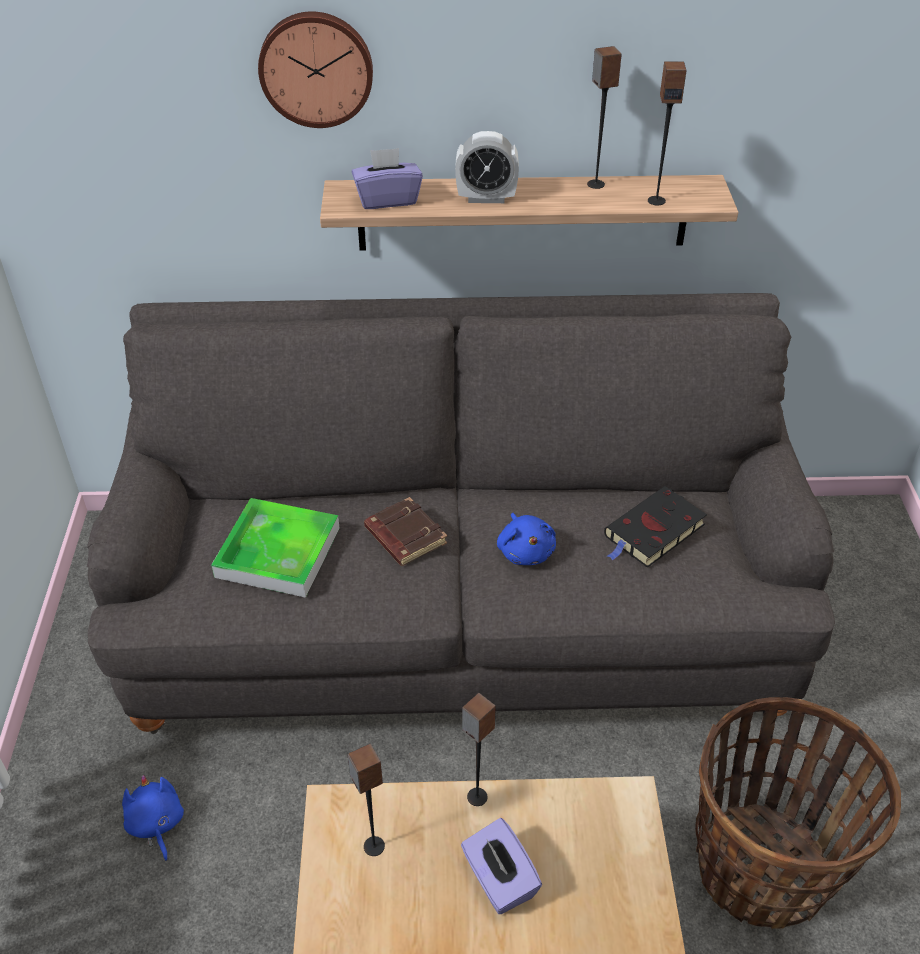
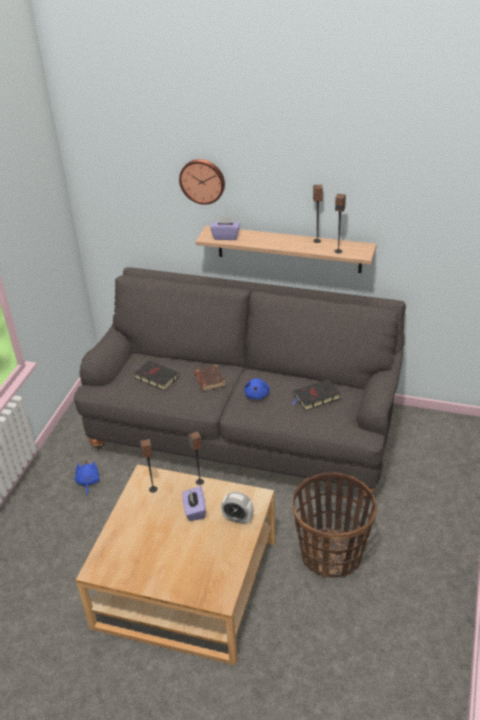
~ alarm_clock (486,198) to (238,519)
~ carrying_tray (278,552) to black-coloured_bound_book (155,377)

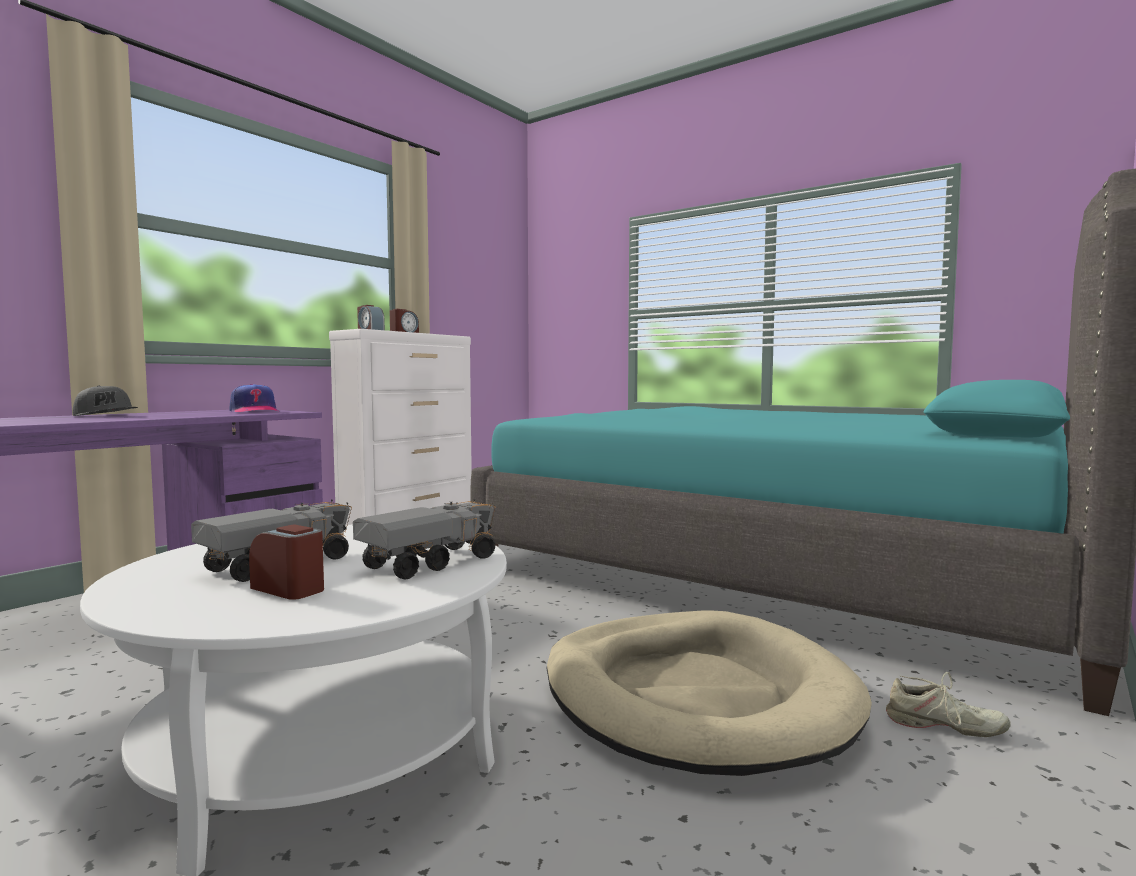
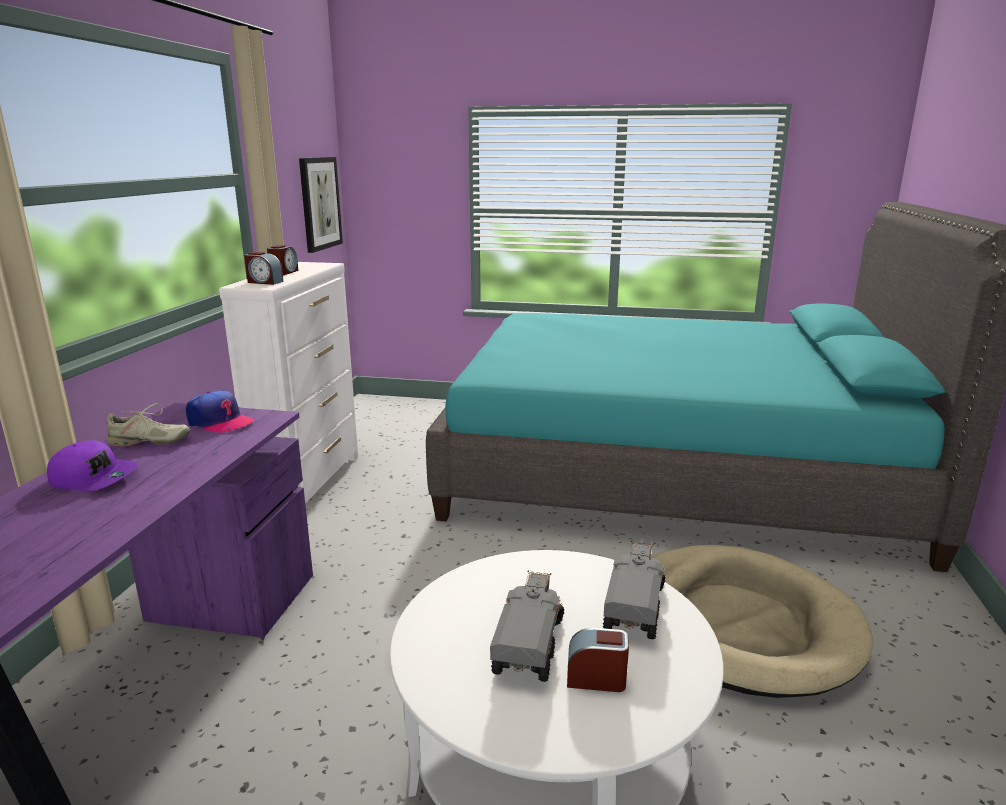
+ wall_art (319,203)
~ beige_item_of_footwear (944,726) to (149,442)
~ gray_cap (106,416) to purplish_cap (95,478)

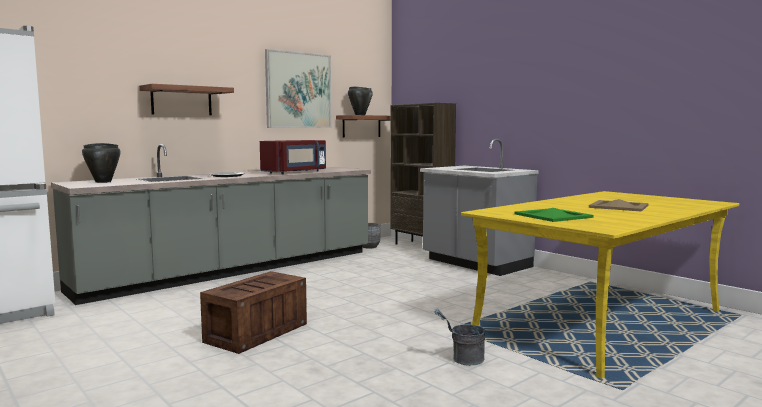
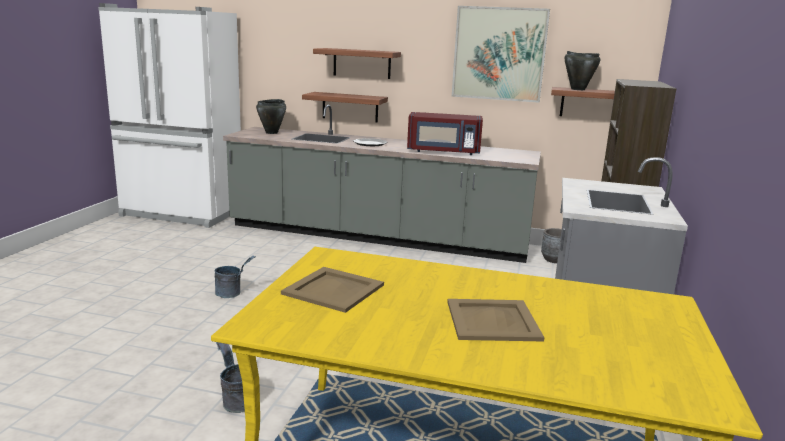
+ bracket_shelf (350,107)
~ packing_crate (257,332) to gray_water_bucket (232,293)
~ greenish_carrying_tray (553,215) to beige_carrying_tray (334,289)

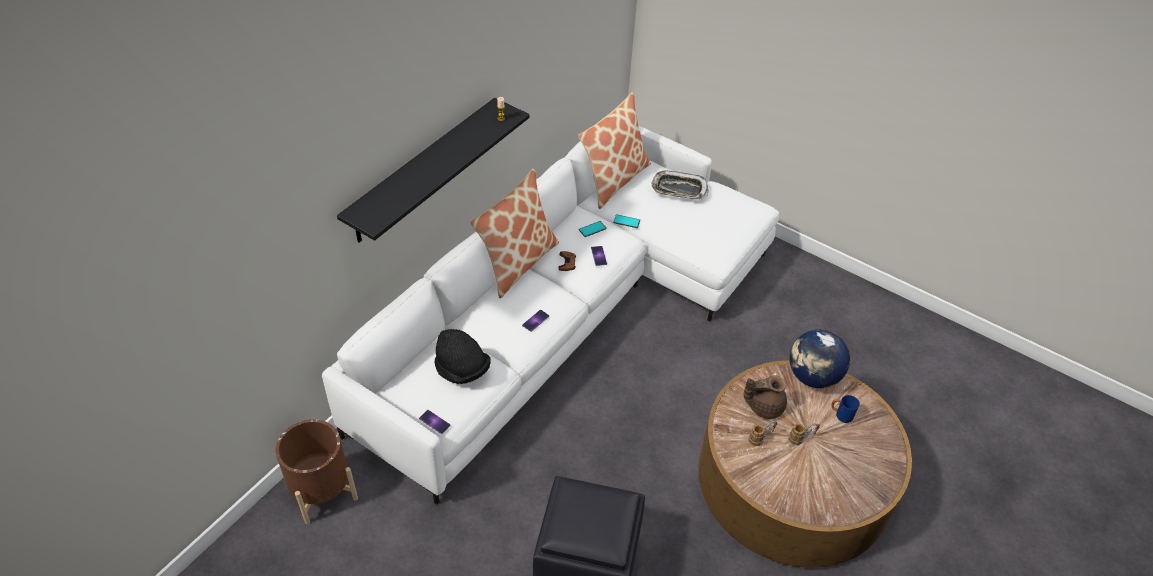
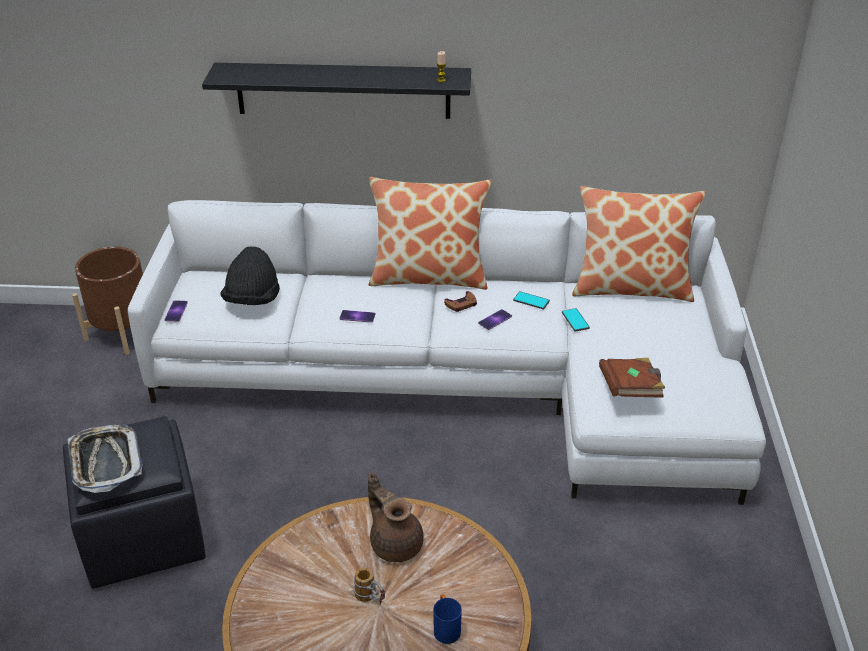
- coffee_mug (761,438)
- desk_globe (812,377)
+ brown_bound_book (630,390)
~ carrying_tray (679,189) to (105,462)

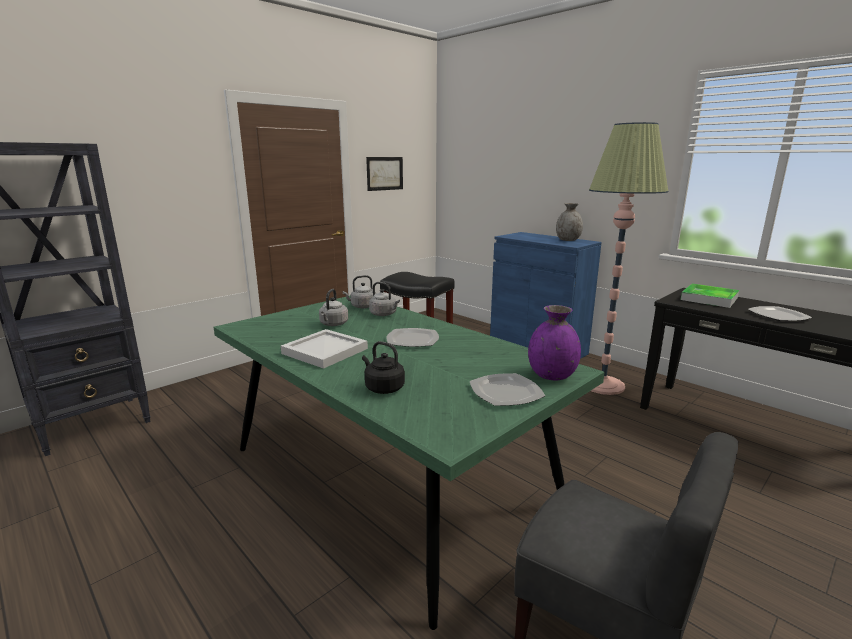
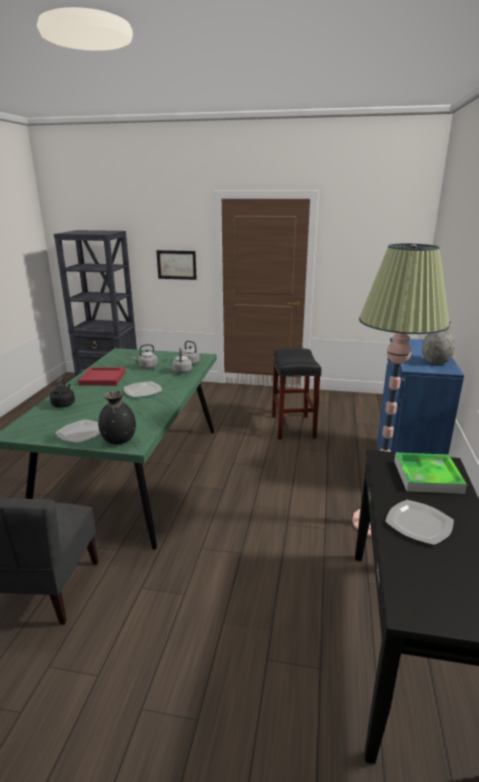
~ wall_art (384,173) to (176,265)
~ white-coloured_carrying_tray (325,351) to red_carrying_tray (102,378)
~ purplish_decorative_vase (552,375) to black-coloured_decorative_vase (119,440)

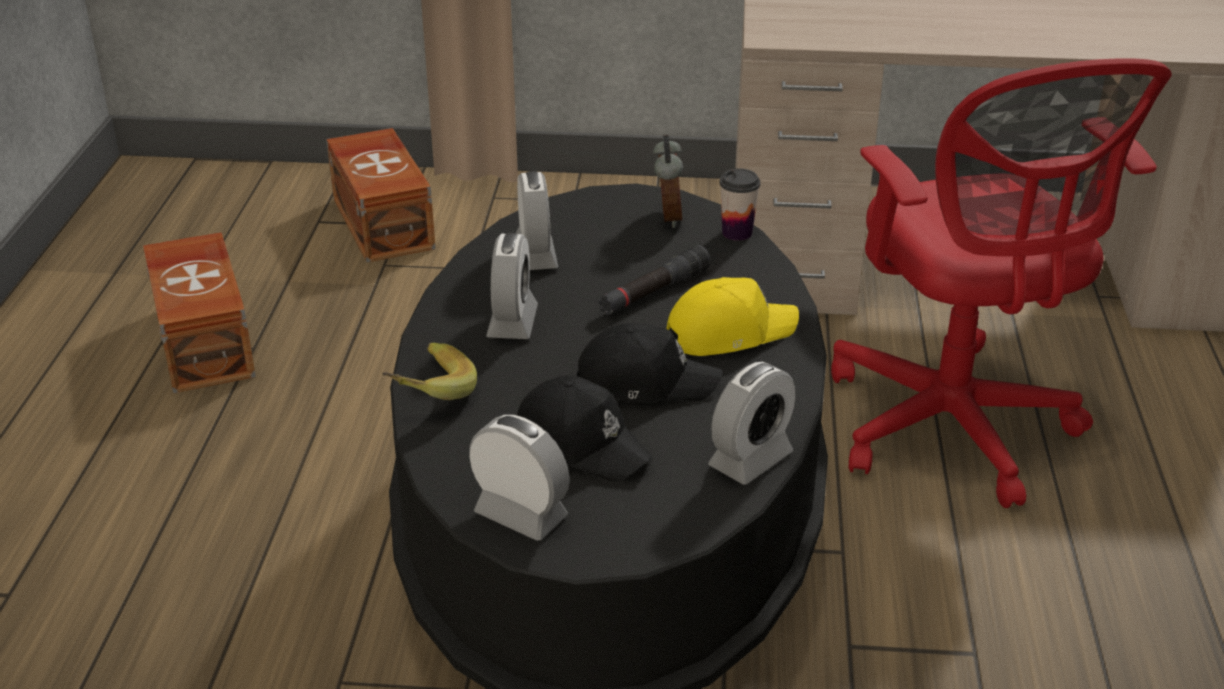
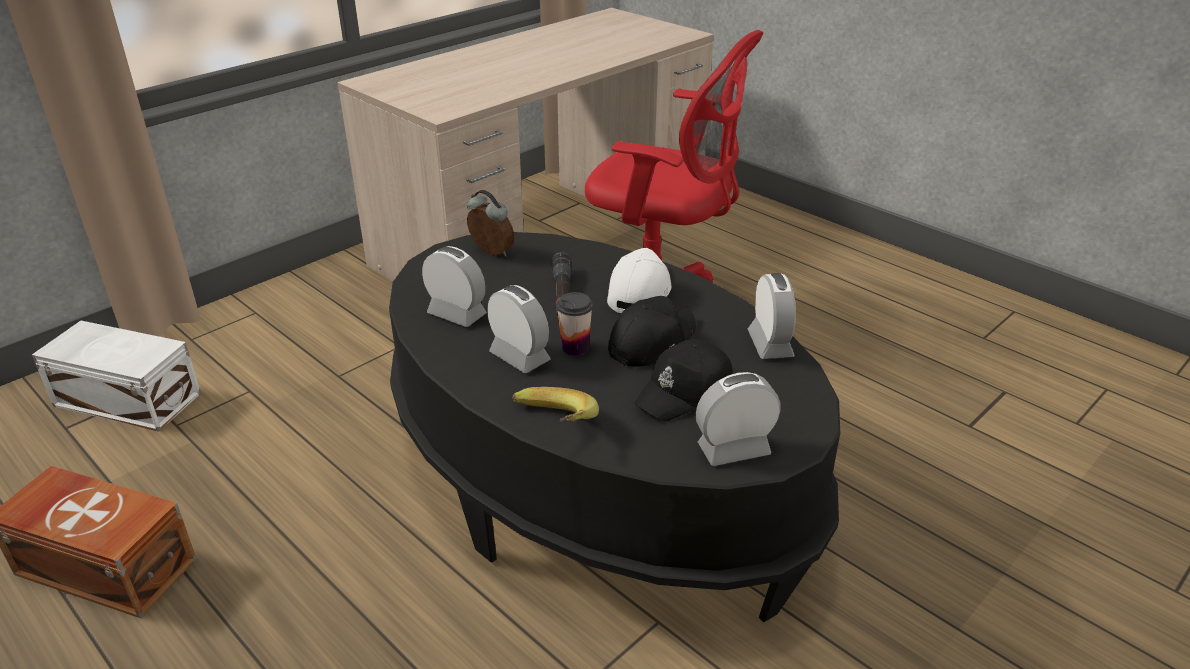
~ cup (737,233) to (575,348)
~ brown_storage_box (384,222) to white-coloured_storage_box (127,398)
~ yellow-coloured_cap (729,332) to white-coloured_cap (639,291)
~ black-coloured_cap (582,442) = (685,392) 150 degrees clockwise

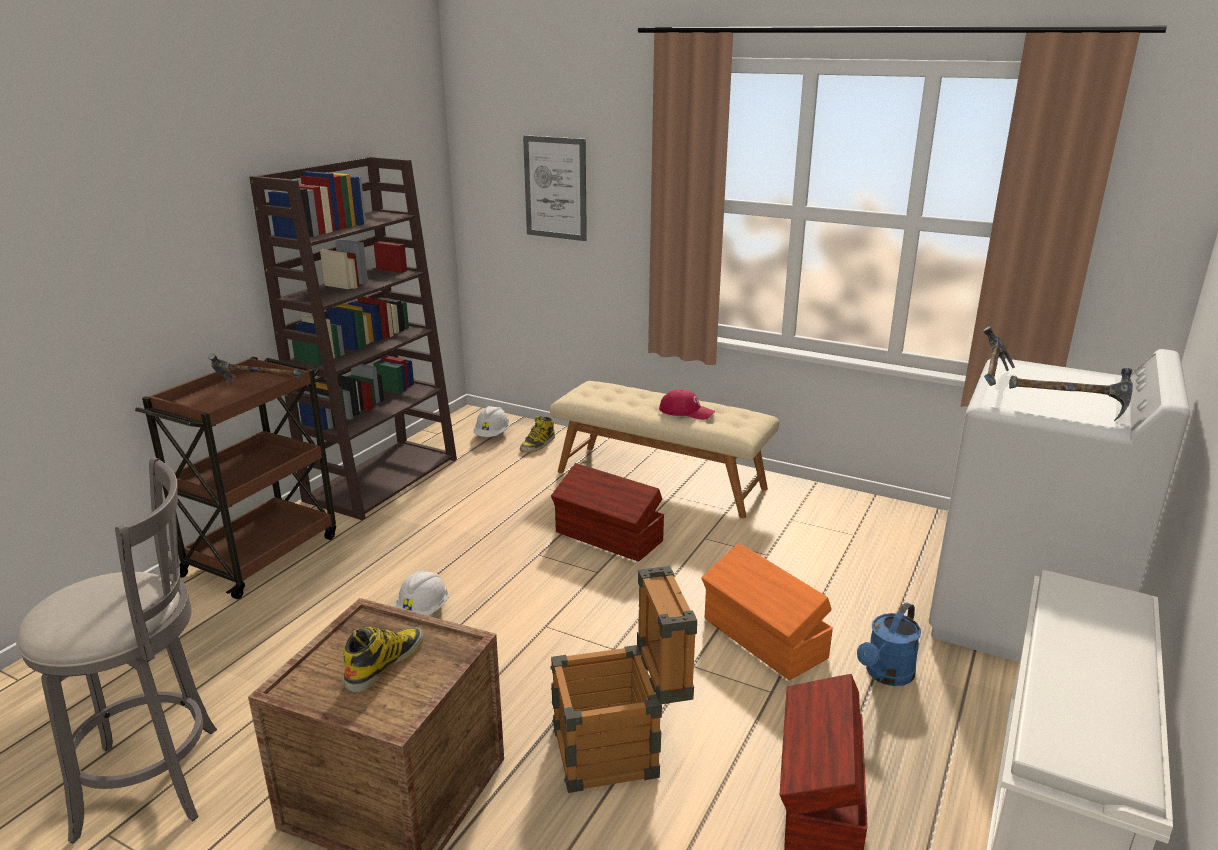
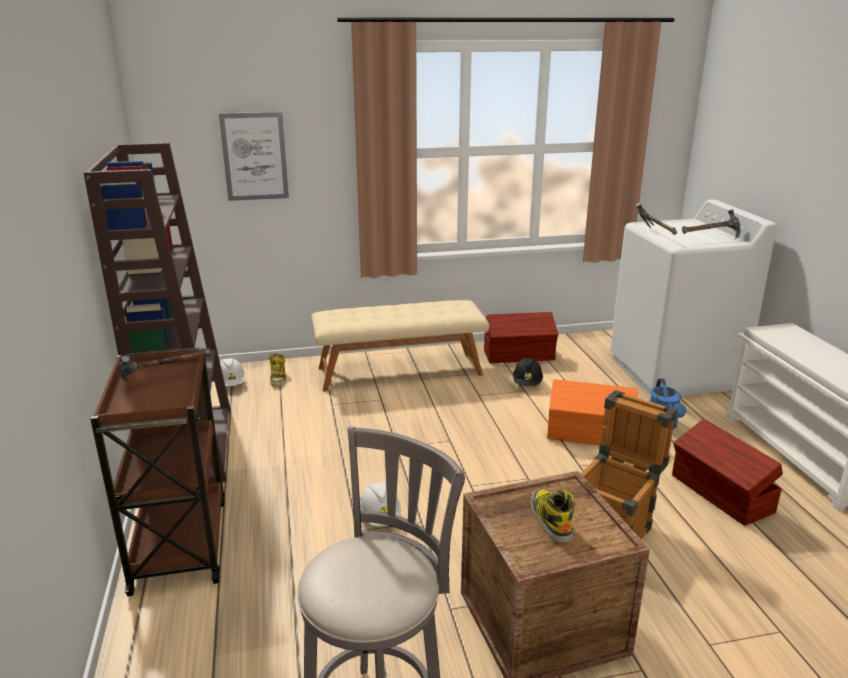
- red_cap (686,411)
+ black-coloured_work_helmet (527,383)
~ brown_storage_box (608,537) to (519,355)

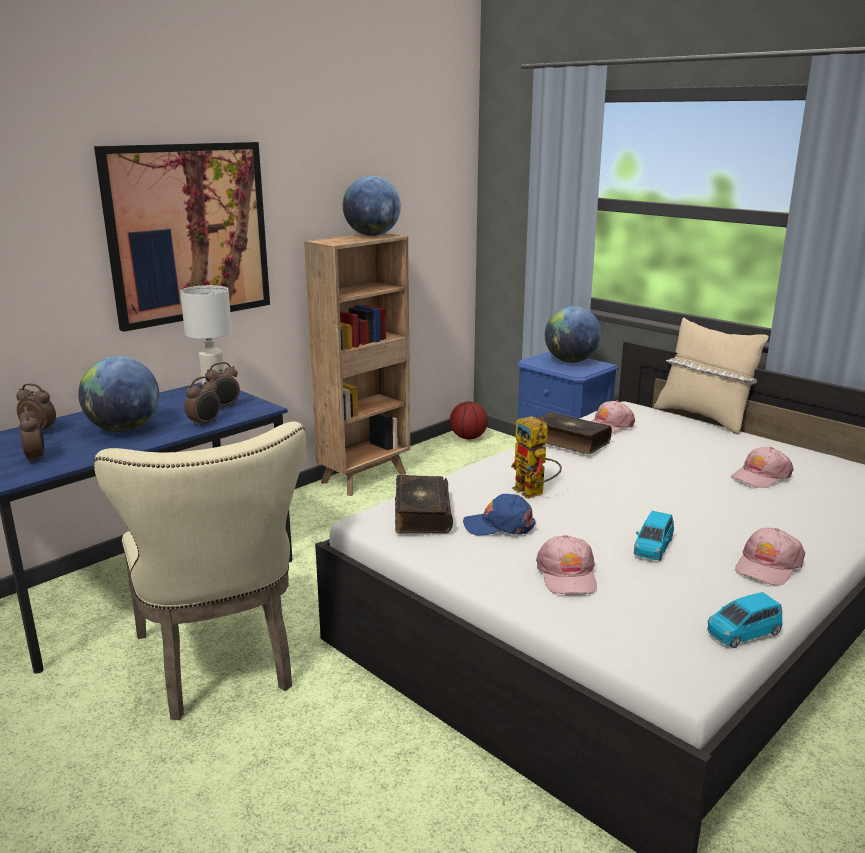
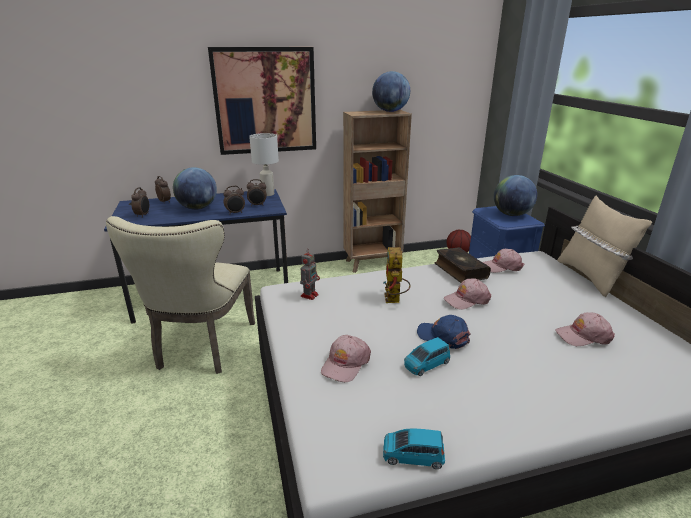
~ bluish_cap (499,525) to (443,336)
~ pink-coloured_cap (767,566) to (467,299)
~ bound_book (421,515) to toy_robot (310,295)

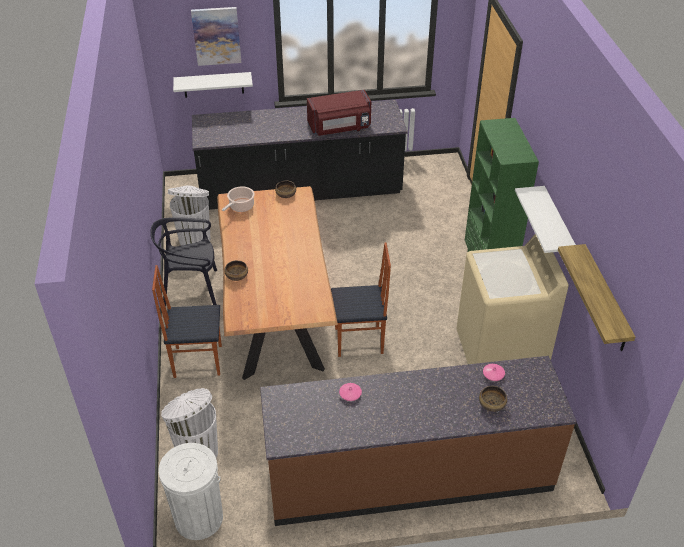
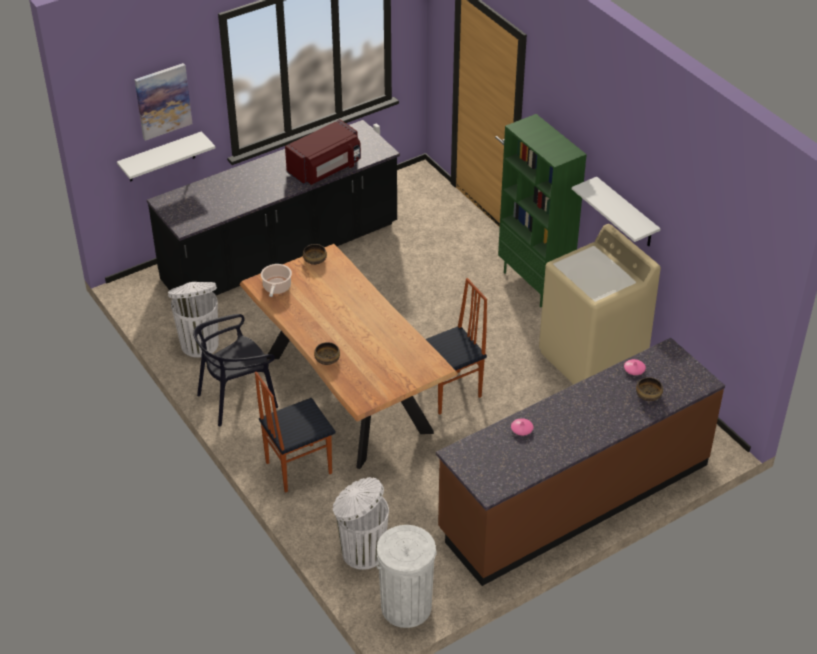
- bracket_shelf (605,299)

